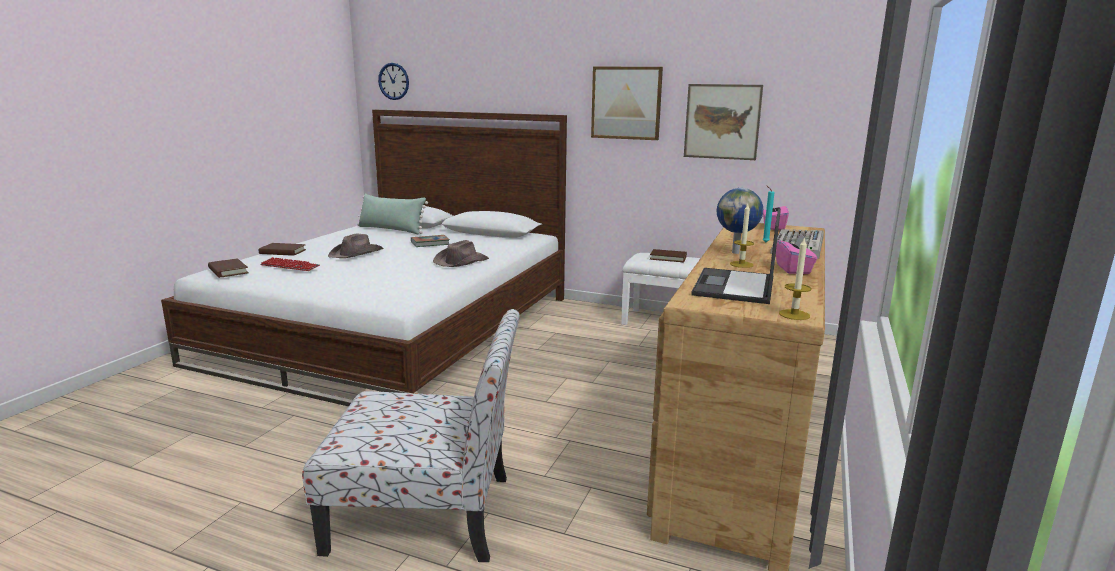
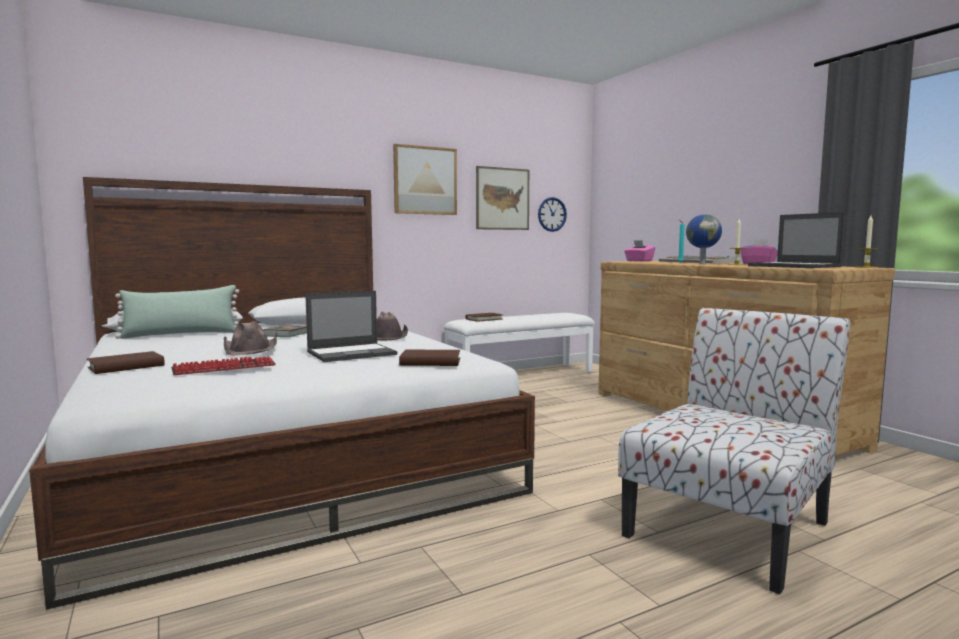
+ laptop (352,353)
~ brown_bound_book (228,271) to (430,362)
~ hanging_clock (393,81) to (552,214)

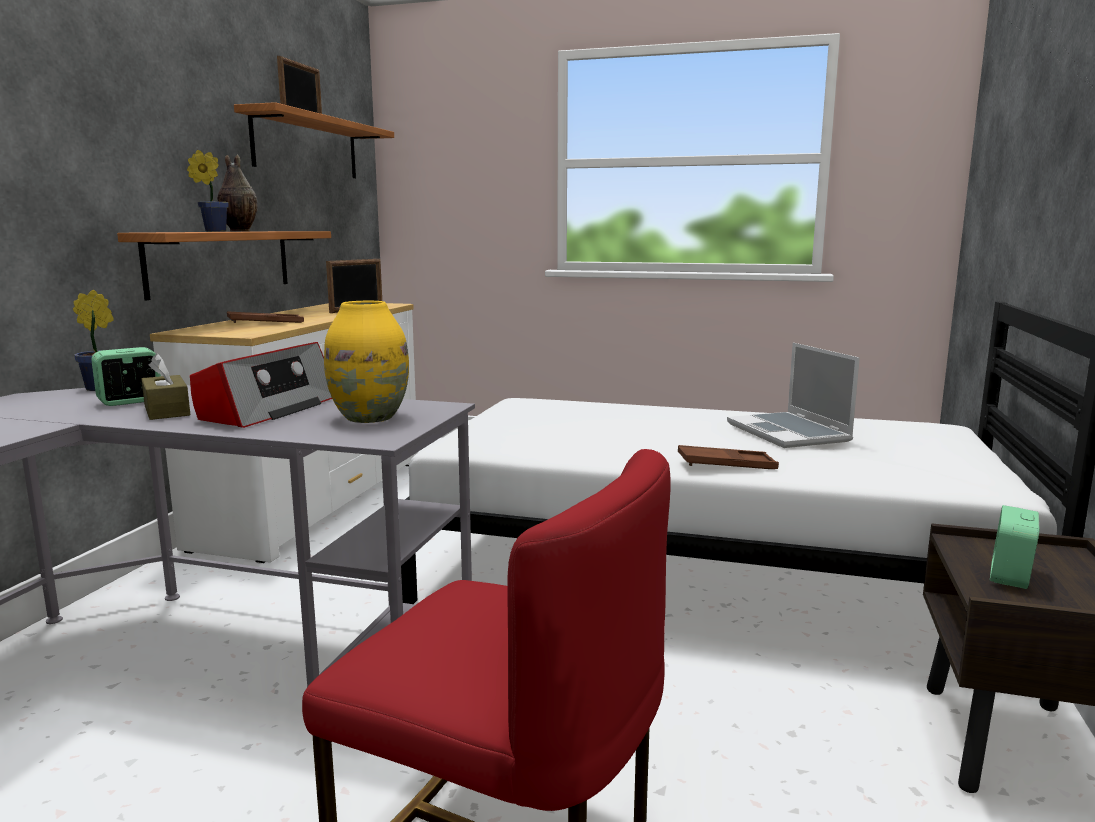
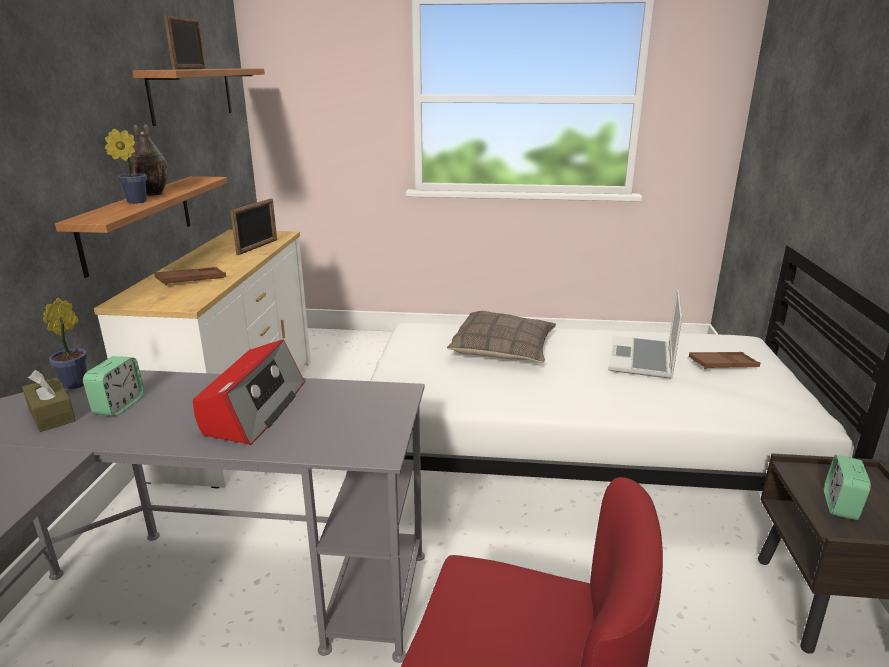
- yellow-coloured_decorative_vase (370,417)
+ throw_pillow (503,348)
~ brown_tissue_holder (167,410) to (51,415)
~ brown_carrying_tray (726,465) to (723,365)
~ alarm_clock (130,401) = (119,406) 150 degrees clockwise
~ laptop (790,433) = (642,359) 45 degrees clockwise

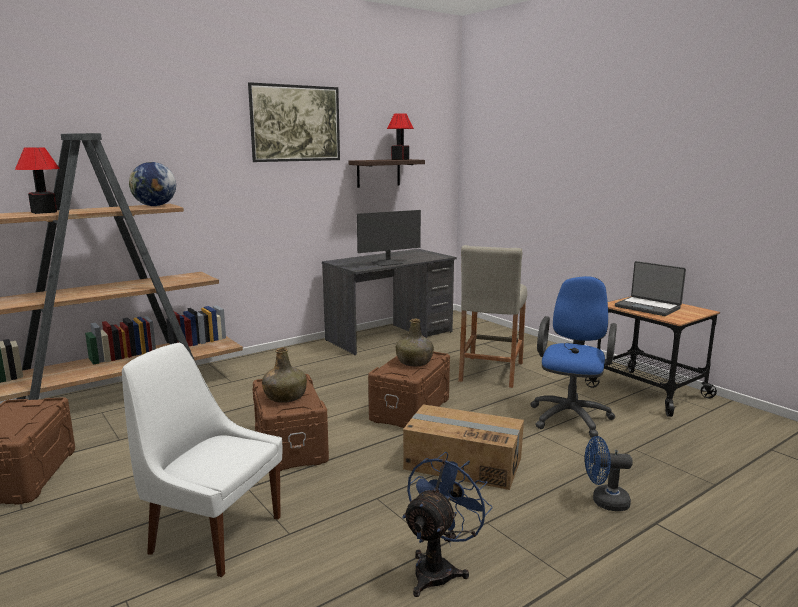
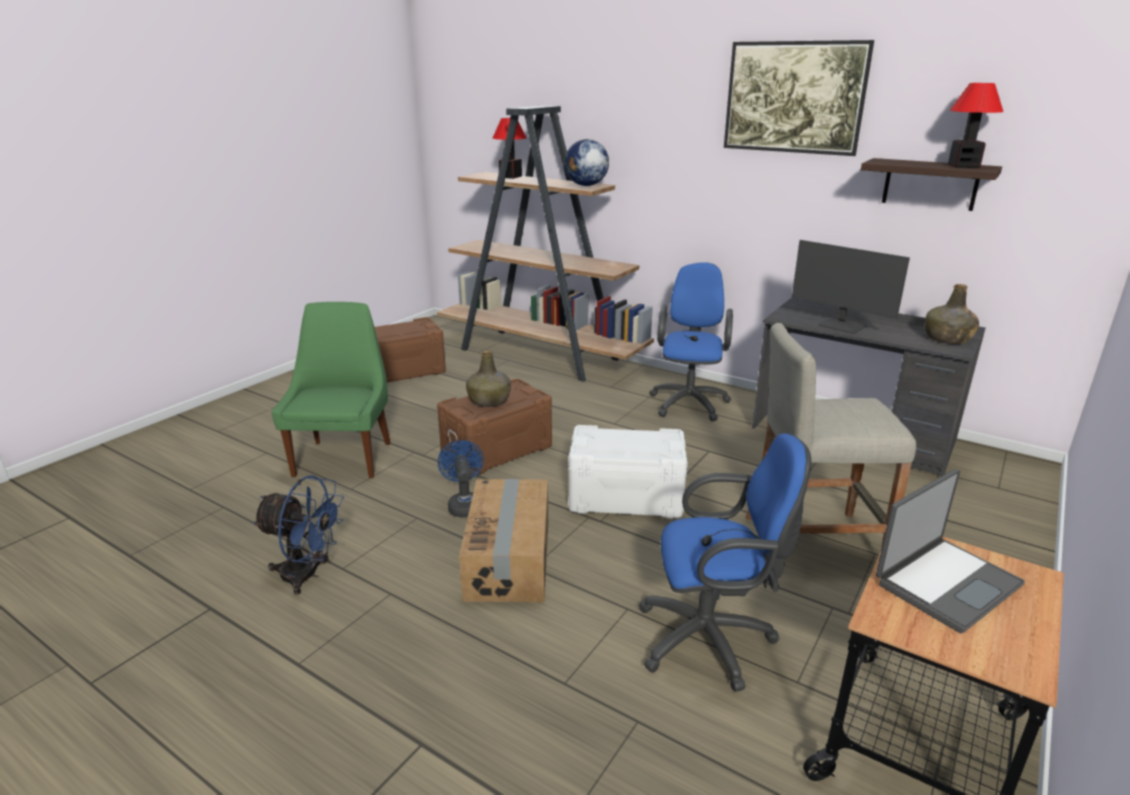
+ bluish_desk_chair (689,401)
~ greenish_drink_bottle (415,362) to (947,339)
~ bluish_electric_fan (604,501) to (464,505)
~ white-coloured_plain_chair (212,534) to greenish_plain_chair (344,457)
~ brown_storage_box (411,409) to white-coloured_storage_box (625,498)
~ laptop (648,307) = (945,583) 150 degrees counterclockwise

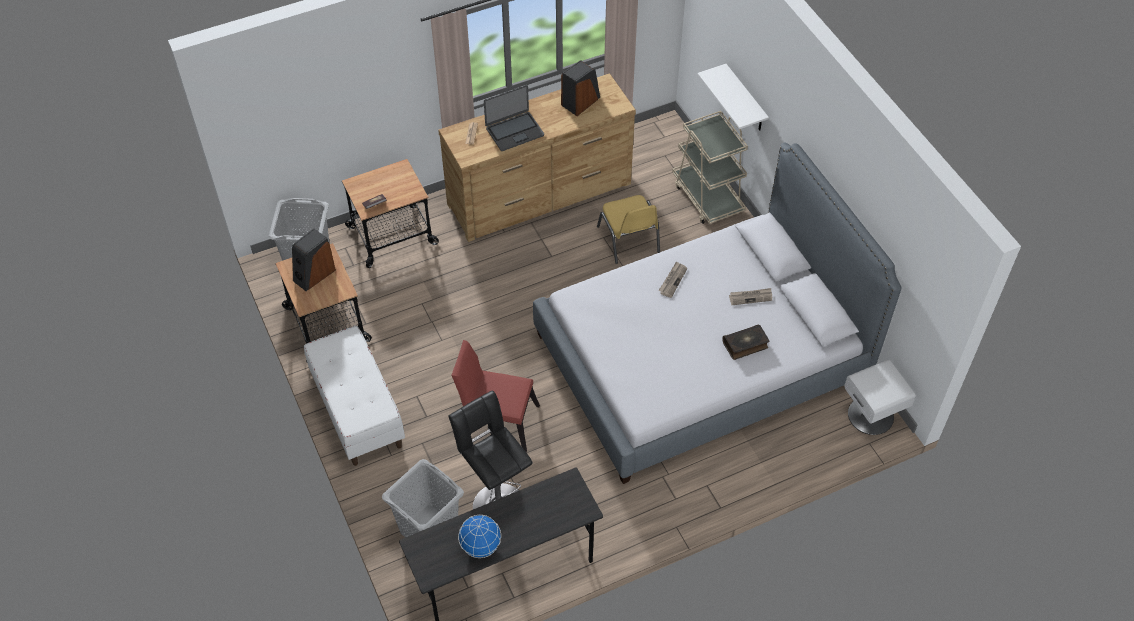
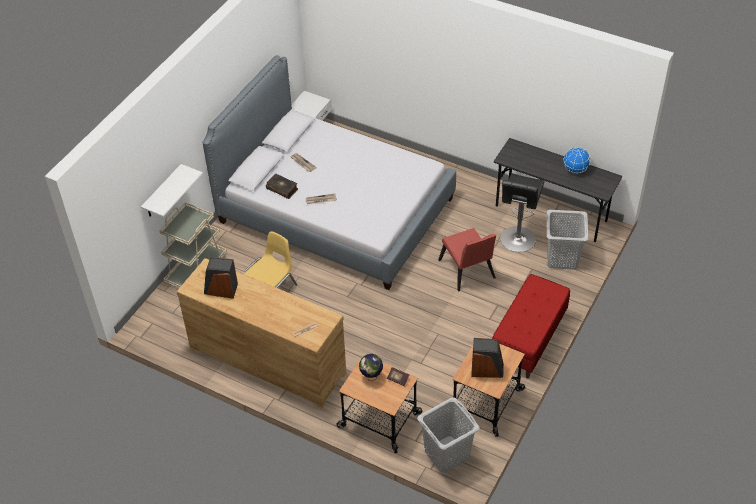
- laptop (514,131)
+ desk_globe (371,376)
~ bound_book (745,345) to (282,189)
~ white-coloured_bench (357,411) to red_bench (528,340)

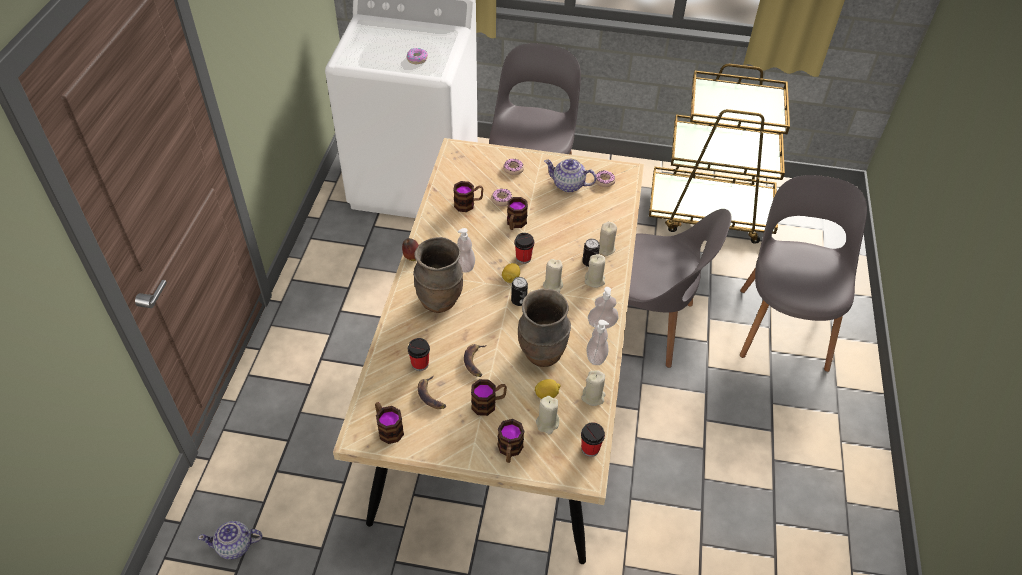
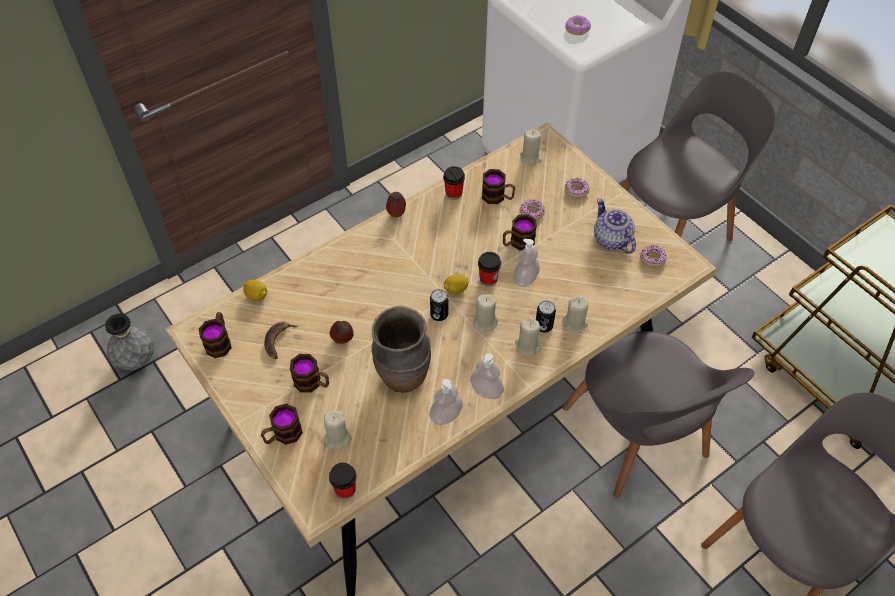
- brown_decorative_vase (440,301)
~ cup (420,364) to (453,193)
~ liquid_soap_bottle (465,266) to (525,279)
~ lemon (547,394) to (257,296)
~ beige_candle (593,397) to (530,158)
~ teapot (235,546) to gray_decorative_vase (136,361)
~ banana (475,361) to apple_fruit (343,340)

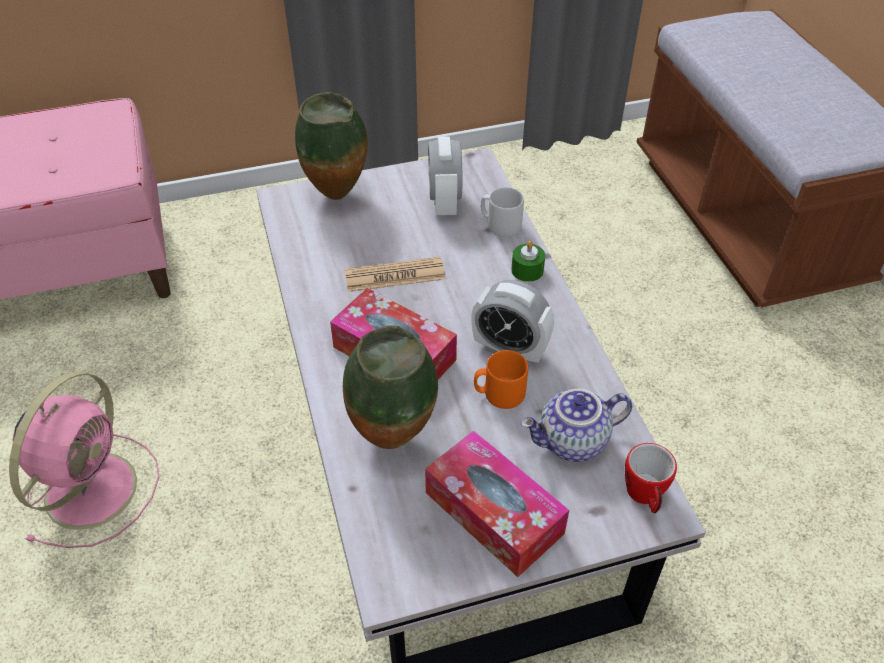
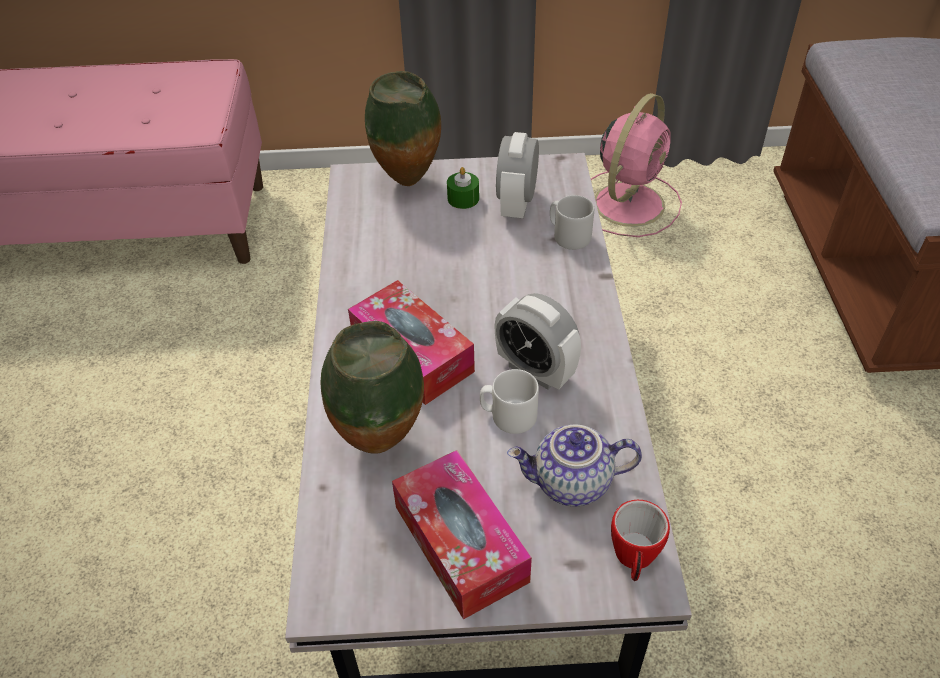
- printed_paper (395,275)
~ pink-coloured_electric_fan (93,486) to (630,202)
~ greenish_candle (527,270) to (463,198)
~ orangey_coffee_mug (499,394) to white-coloured_coffee_mug (508,416)

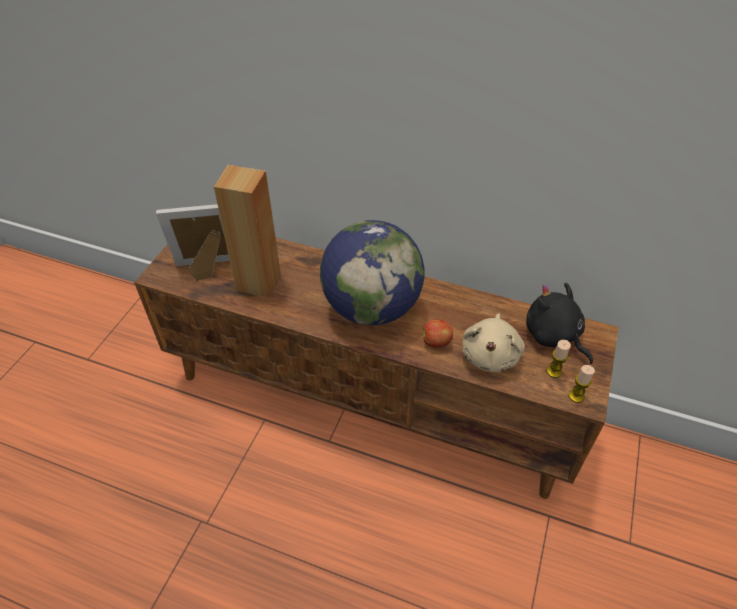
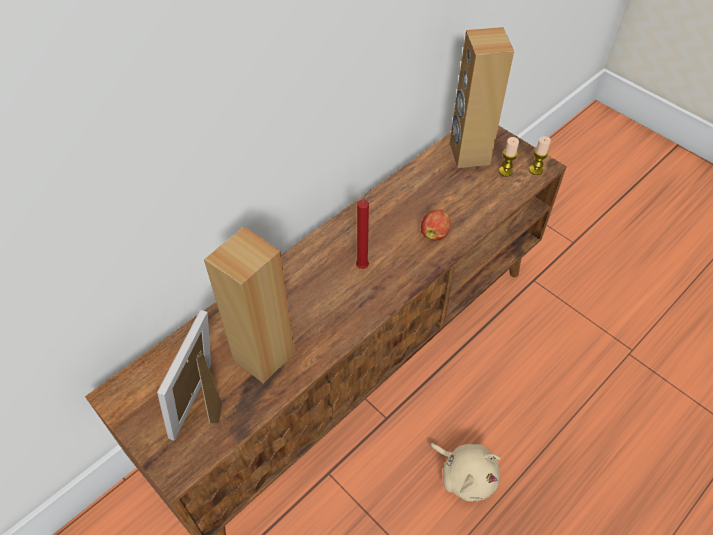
~ beige_cuddly_toy (490,354) to (465,475)
~ desk_globe (371,307) to red_candle (364,266)
~ black-coloured_cuddly_toy (554,336) to brown_audio_speaker (468,154)

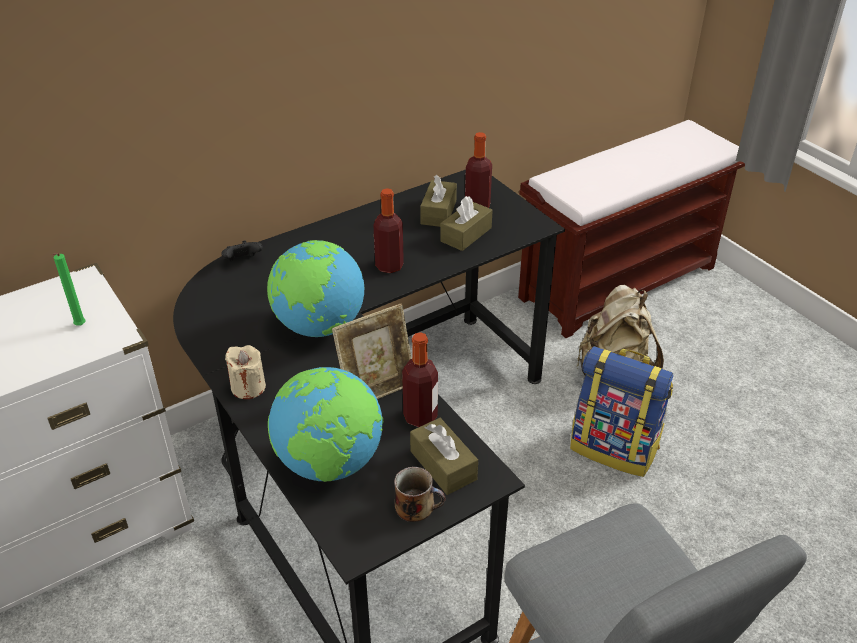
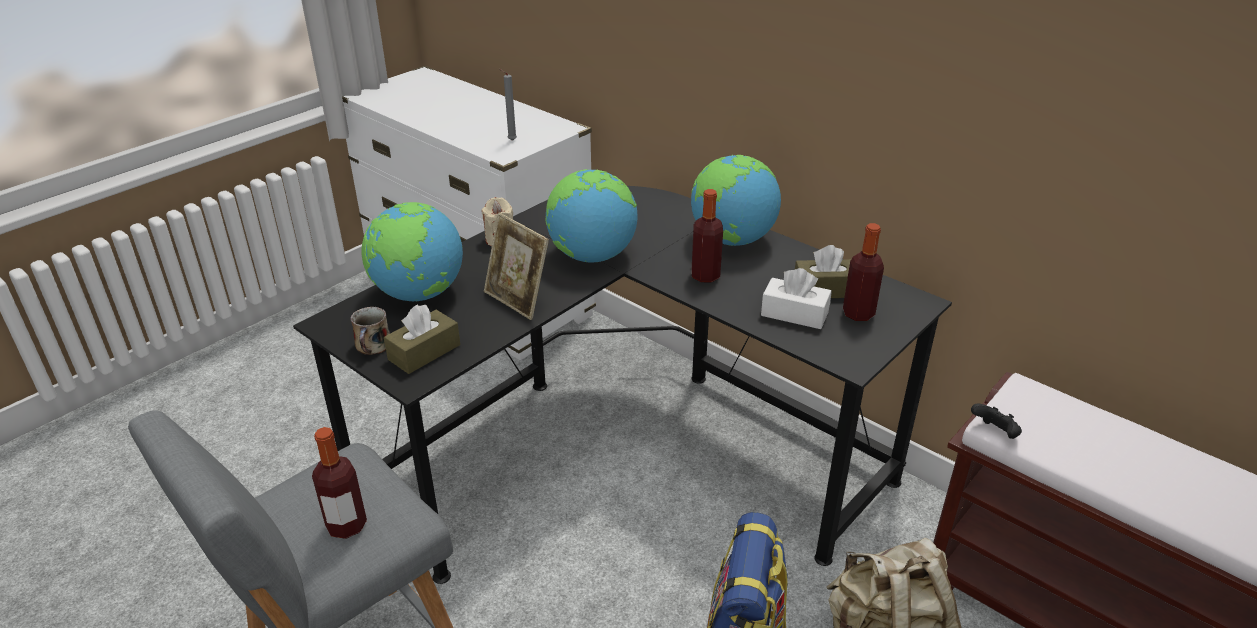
+ desk_globe (731,240)
~ black-coloured_gamepad (242,261) to (995,433)
~ drink_bottle (420,416) to (346,525)
~ greenish_candle (79,326) to gray_candle (510,140)
~ brown_tissue_holder (466,234) to white-coloured_tissue_holder (794,314)

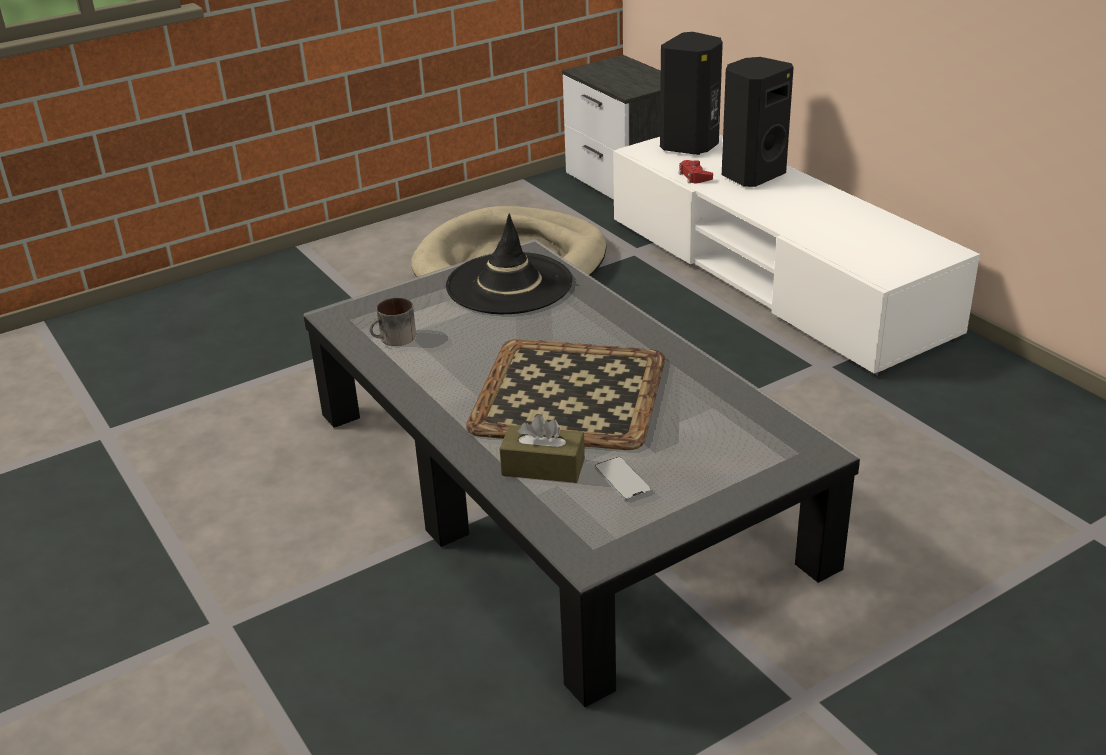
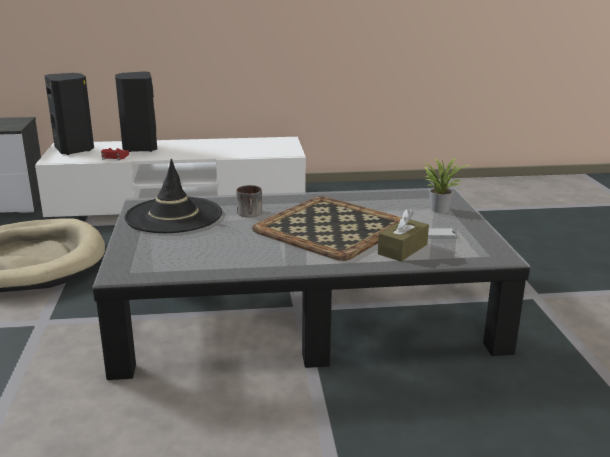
+ potted_plant (439,209)
~ coffee_mug (394,339) to (251,214)

